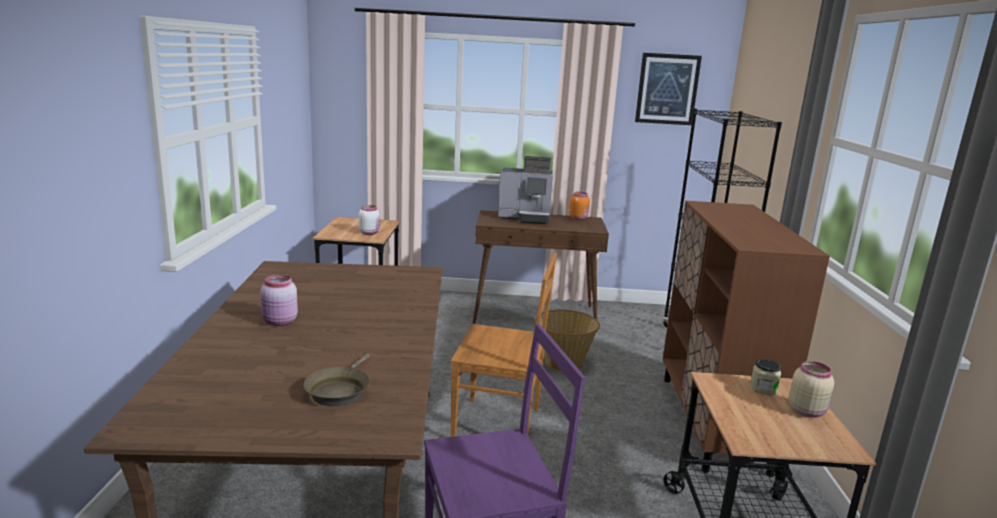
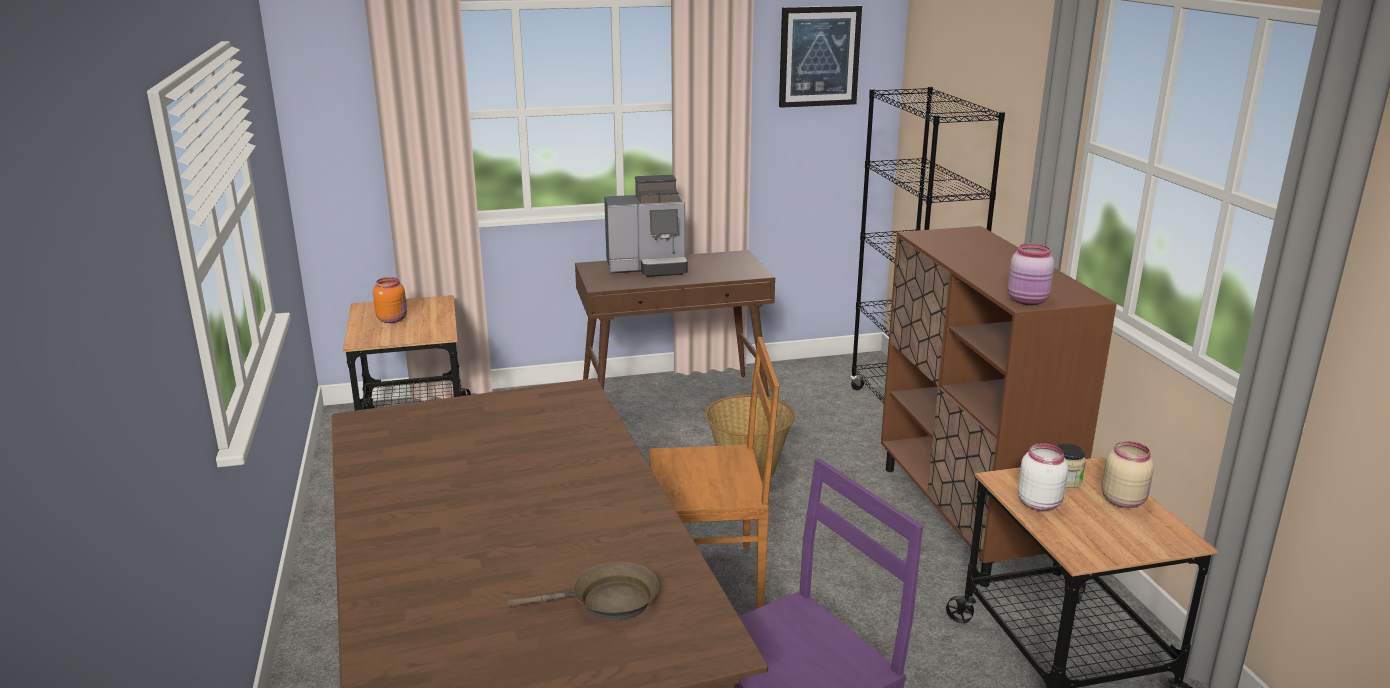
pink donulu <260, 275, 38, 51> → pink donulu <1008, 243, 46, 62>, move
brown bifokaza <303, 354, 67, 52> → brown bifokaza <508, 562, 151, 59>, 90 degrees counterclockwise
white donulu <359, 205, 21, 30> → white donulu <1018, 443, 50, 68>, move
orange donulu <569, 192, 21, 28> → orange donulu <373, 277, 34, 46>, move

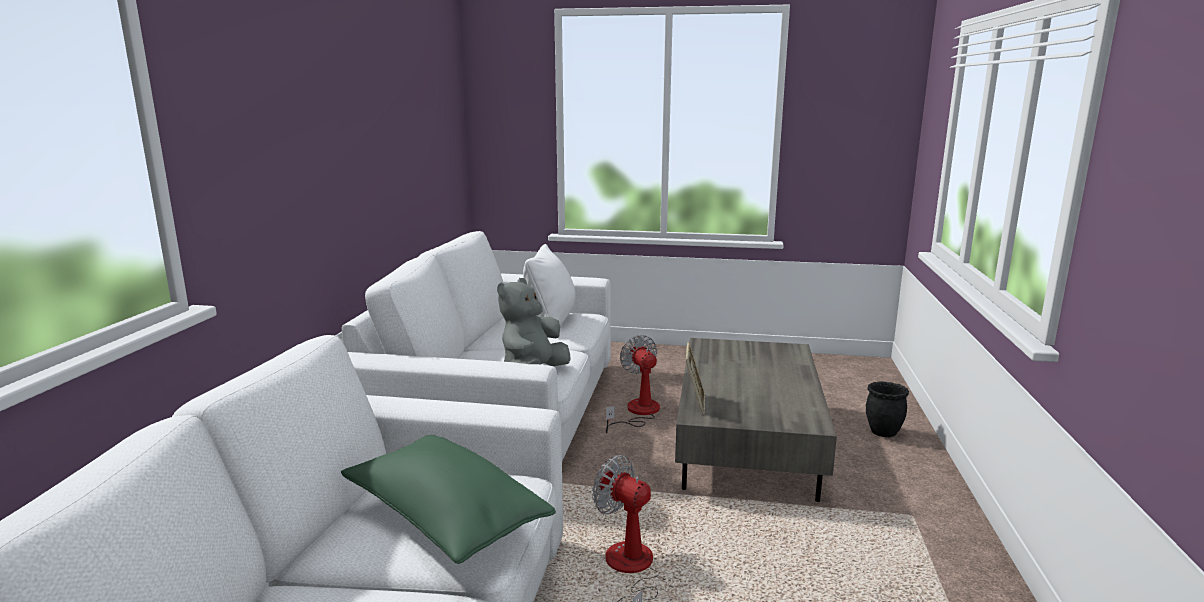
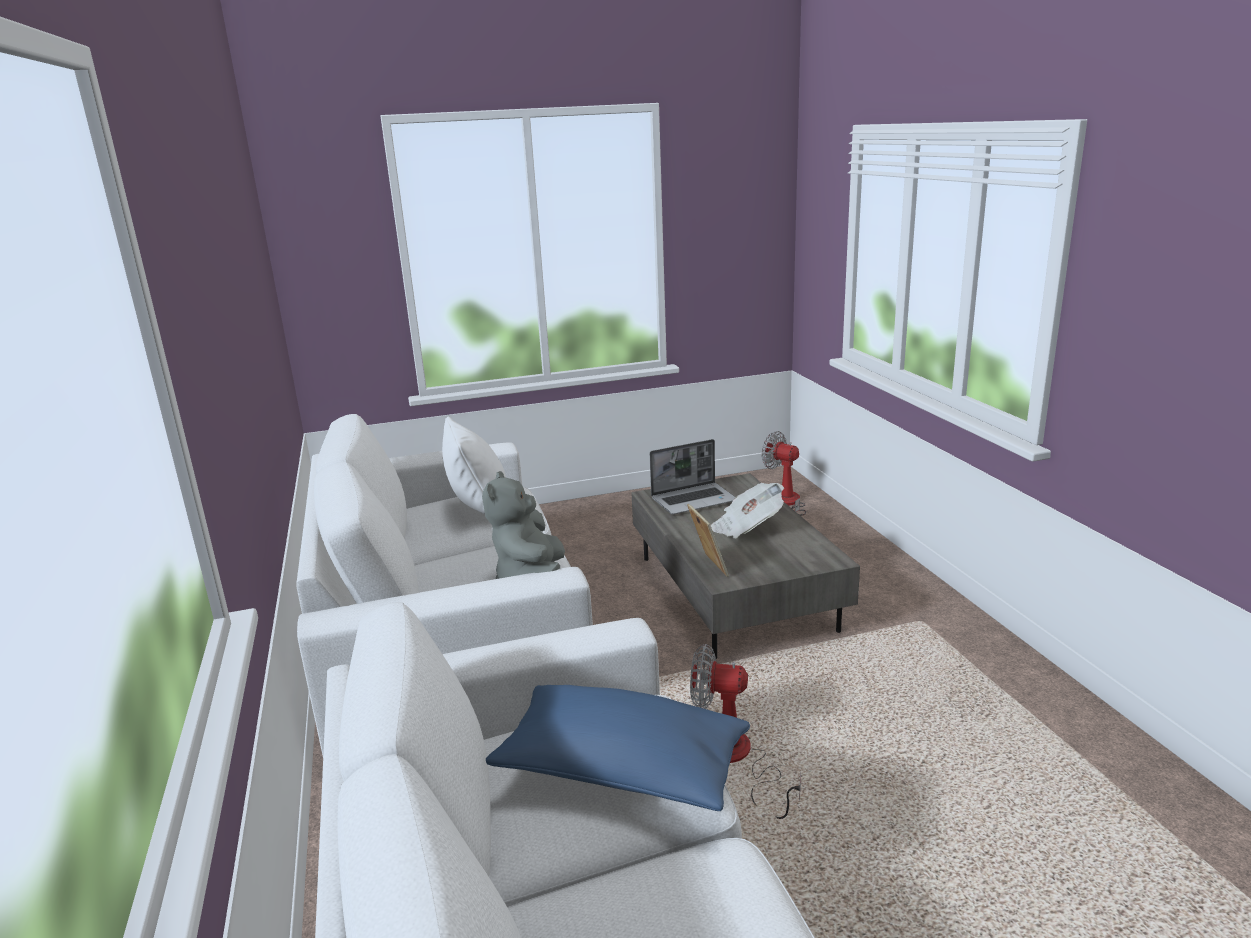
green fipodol <341, 435, 215, 129> → blue fipodol <486, 685, 264, 126>
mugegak <606, 335, 54, 99> → mugegak <762, 431, 44, 85>, move
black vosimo <866, 382, 43, 55> → -
- → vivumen <650, 439, 86, 75>
- → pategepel <710, 483, 74, 55>

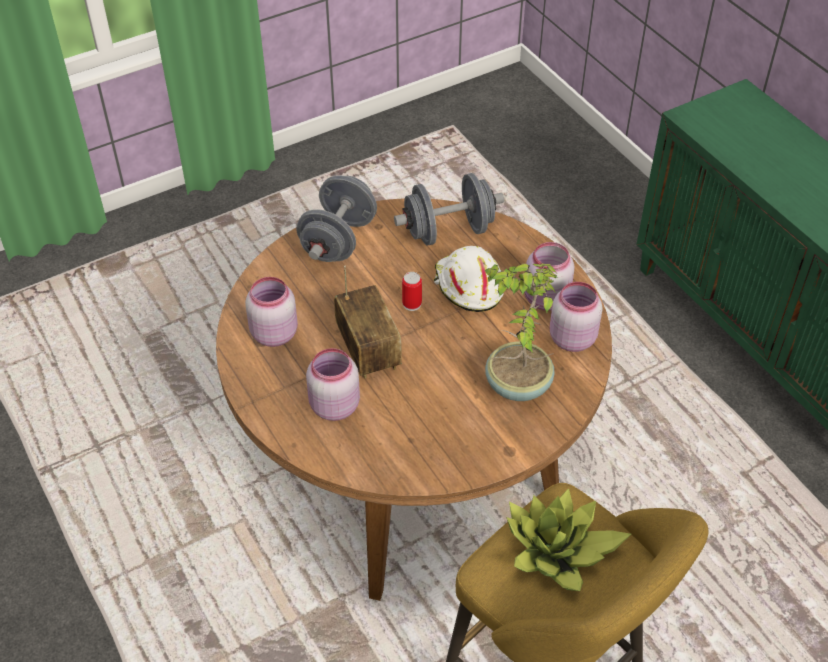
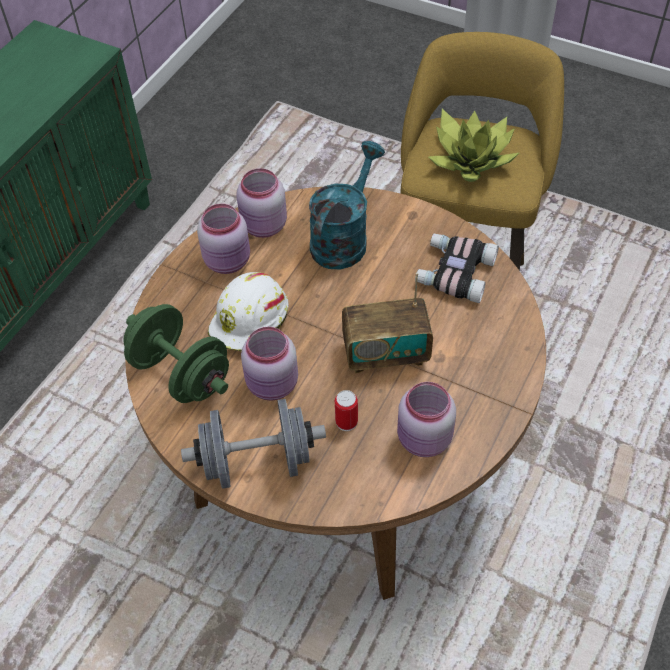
pink donulu <306, 348, 54, 73> → pink donulu <241, 327, 57, 74>, move
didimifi <334, 265, 68, 114> → didimifi <342, 273, 91, 100>, 135 degrees counterclockwise
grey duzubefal <394, 173, 110, 73> → green duzubefal <123, 304, 106, 99>
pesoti <402, 272, 20, 39> → pesoti <335, 390, 23, 41>, move
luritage <485, 264, 72, 137> → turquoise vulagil <309, 141, 76, 129>
- → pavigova <415, 234, 84, 69>

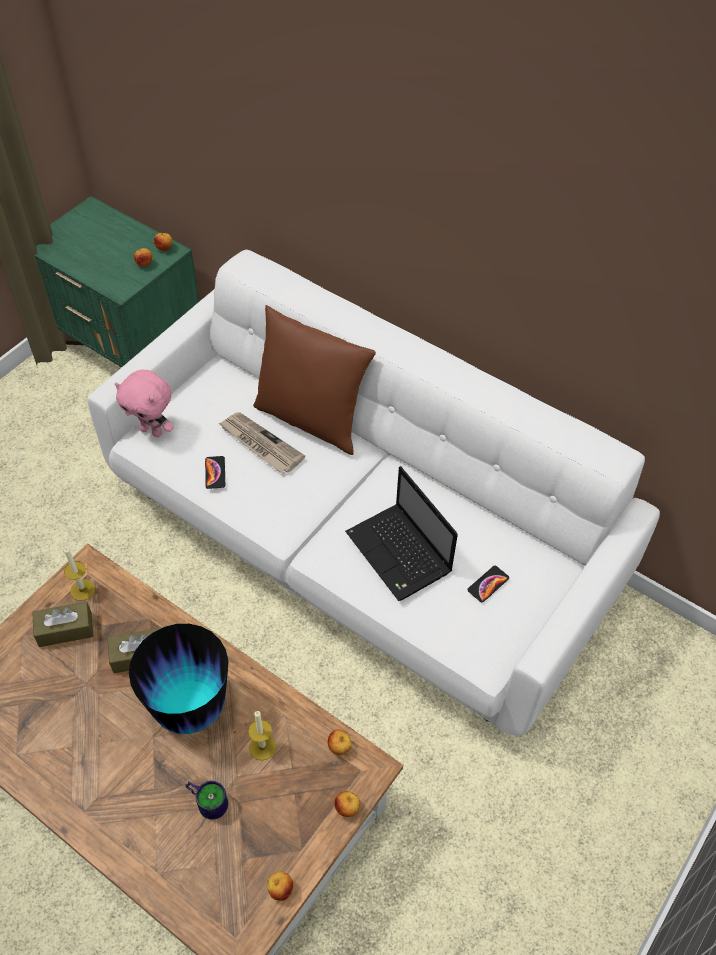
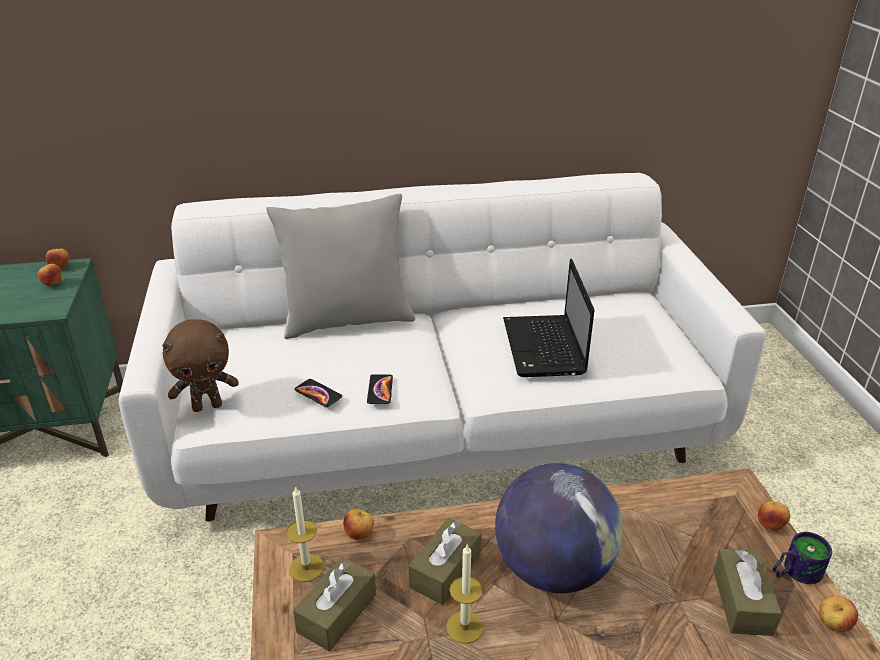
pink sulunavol <115, 370, 59, 67> → brown sulunavol <162, 319, 77, 93>
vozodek <129, 624, 100, 110> → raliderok <495, 463, 128, 130>
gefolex <185, 781, 43, 39> → gefolex <773, 532, 59, 52>, move
pategepel <218, 412, 87, 61> → -
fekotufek <248, 711, 28, 49> → fekotufek <446, 545, 38, 99>, move
brown fipodol <253, 305, 123, 150> → grey fipodol <266, 194, 149, 145>
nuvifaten <328, 730, 24, 25> → nuvifaten <343, 509, 31, 31>, move
vivumen <345, 466, 113, 135> → vivumen <503, 259, 92, 118>, 75 degrees clockwise
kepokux <467, 566, 42, 36> → kepokux <367, 374, 26, 30>, move
- → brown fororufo <713, 549, 69, 87>

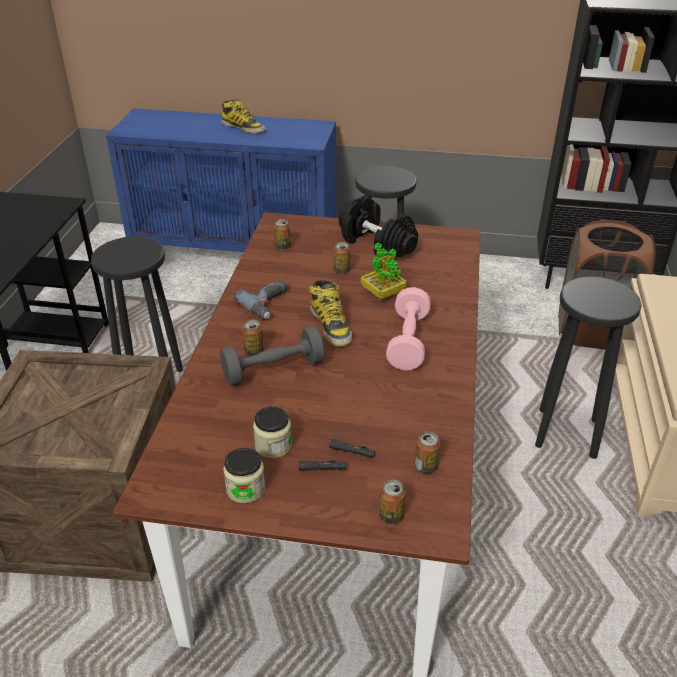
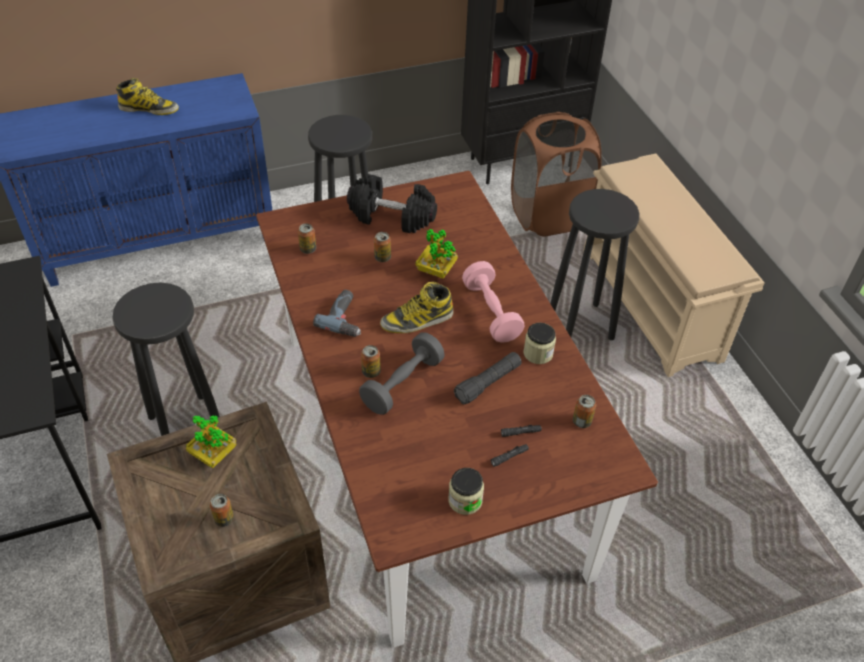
donulu <253, 406, 39, 53> → donulu <523, 323, 33, 41>, move
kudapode <309, 280, 43, 67> → kudapode <380, 282, 73, 51>, 120 degrees clockwise
pesoti <379, 480, 26, 44> → pesoti <210, 494, 24, 33>, move
- → luritage <186, 415, 50, 53>
- → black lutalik <454, 352, 68, 52>

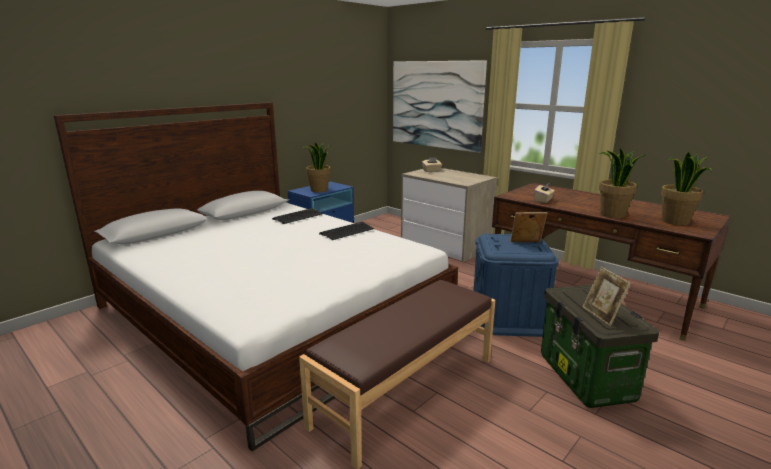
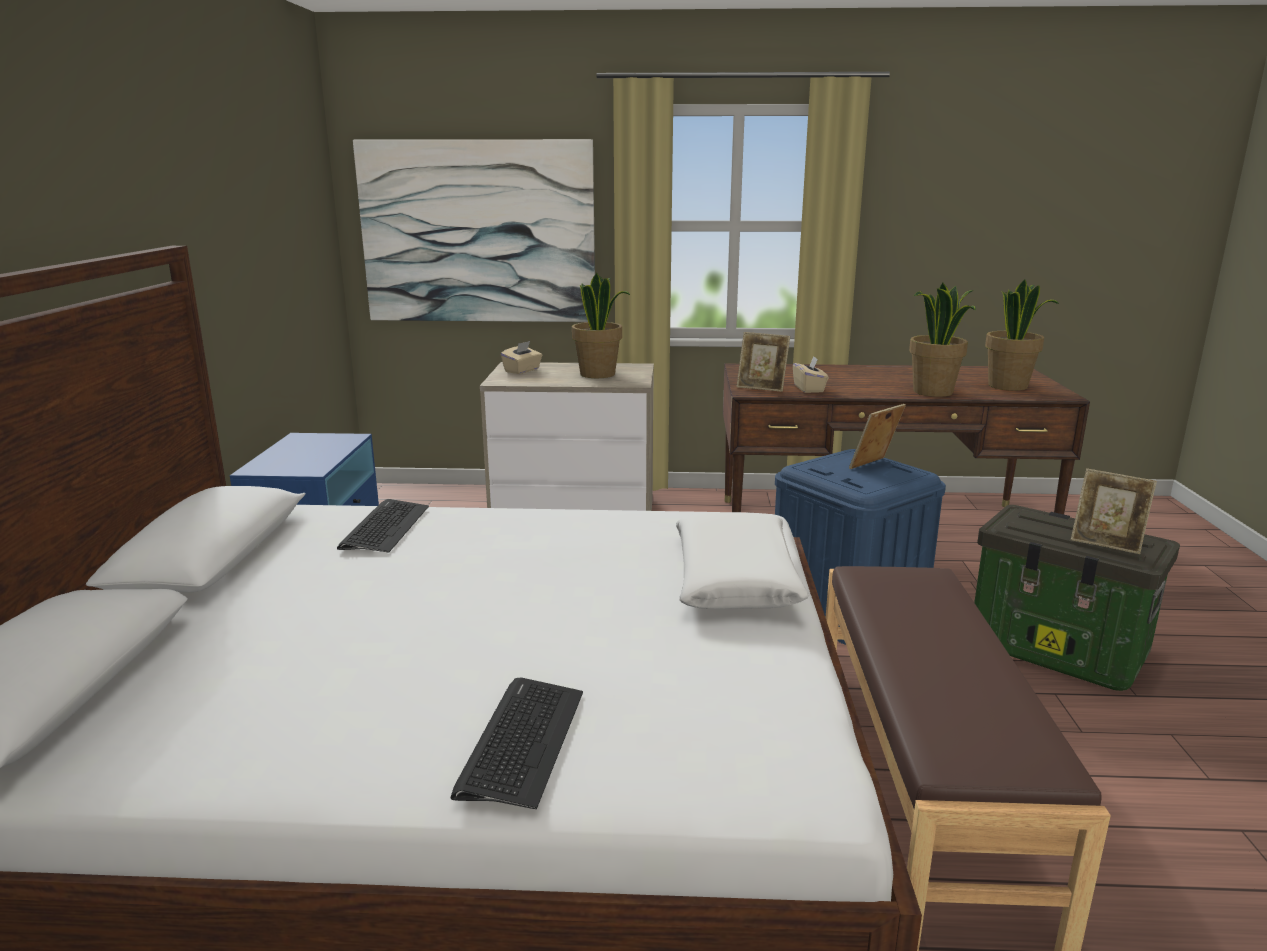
luritage <303, 143, 28, 49> → luritage <572, 273, 58, 105>, move
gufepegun <319, 222, 55, 18> → gufepegun <451, 678, 132, 131>, move
- → white fipodol <676, 513, 133, 96>
- → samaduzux <737, 332, 53, 60>

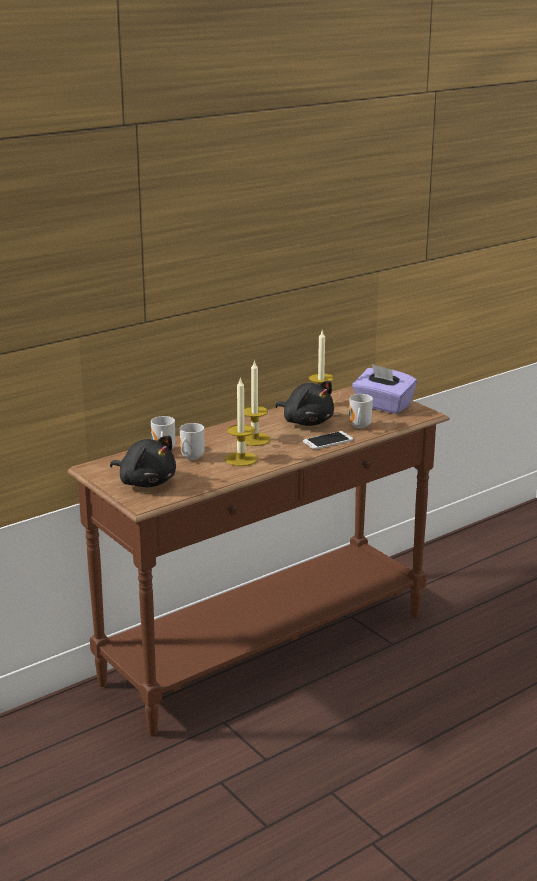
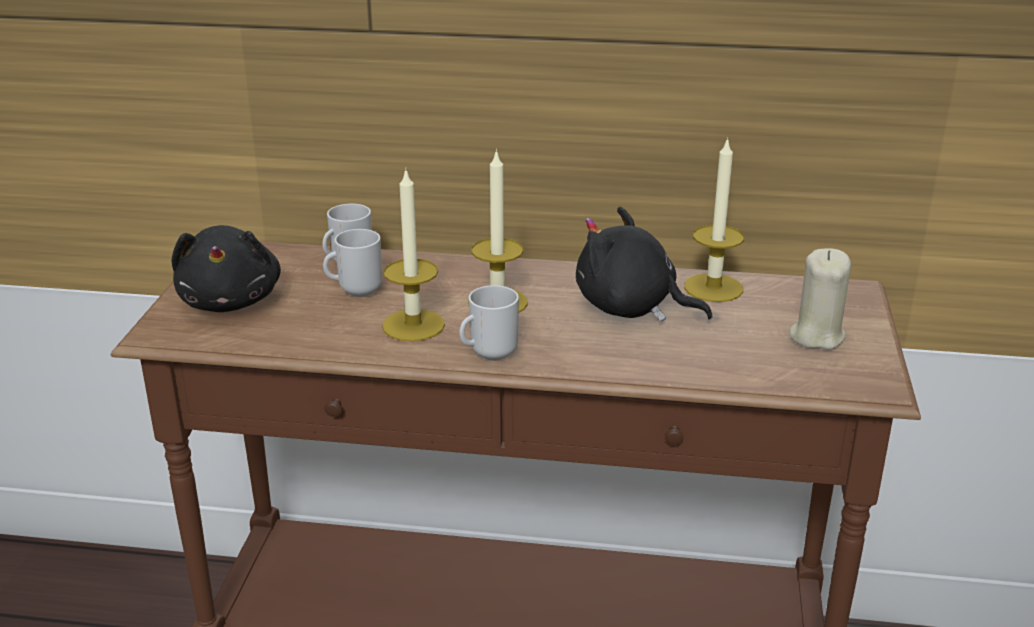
black sulunavol <275, 381, 59, 45> → black sulunavol <576, 206, 137, 116>, 120 degrees clockwise
kepokux <303, 431, 50, 18> → -
gefolex <349, 394, 24, 35> → gefolex <459, 285, 60, 76>, move
purple fororufo <352, 364, 65, 50> → beige fekotufek <790, 248, 61, 102>

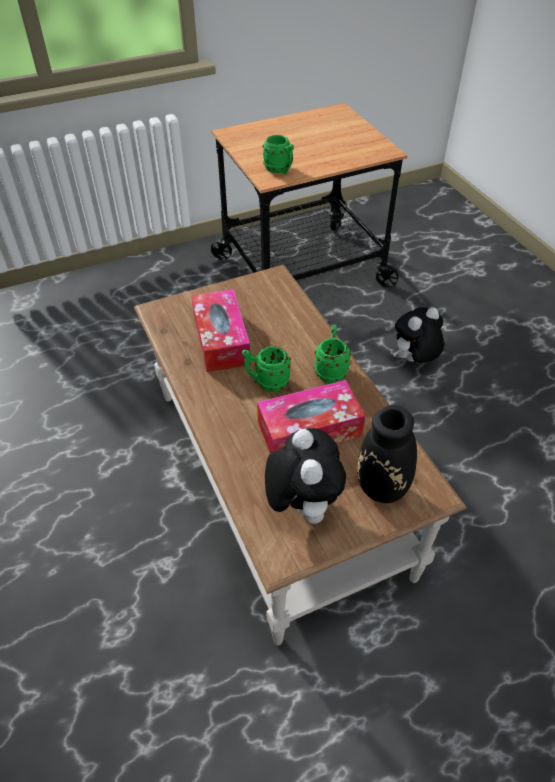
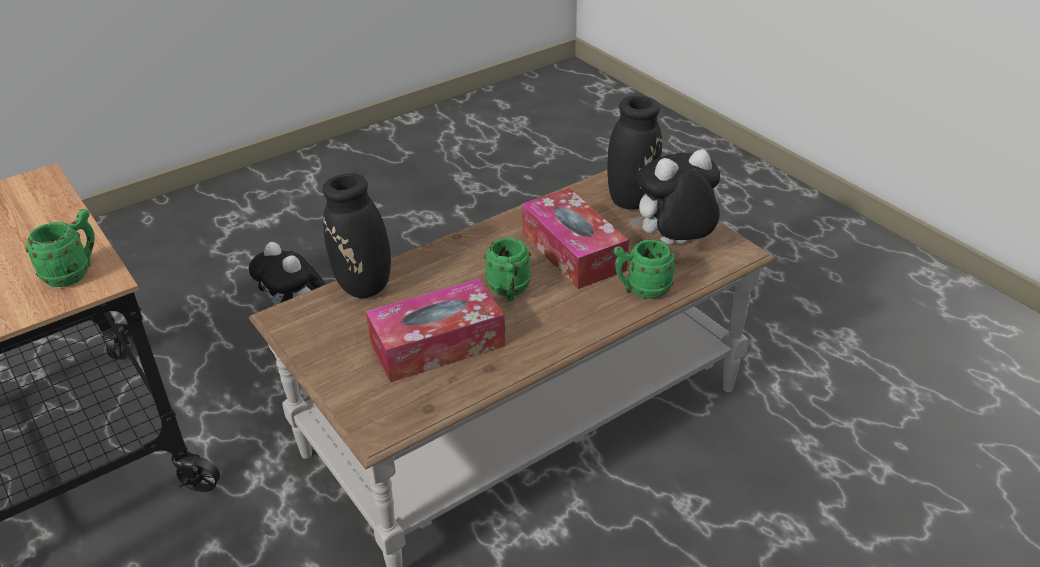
green gefolex <314, 325, 37, 58> → green gefolex <614, 239, 62, 60>, move
- → black vozodek <322, 173, 126, 125>

